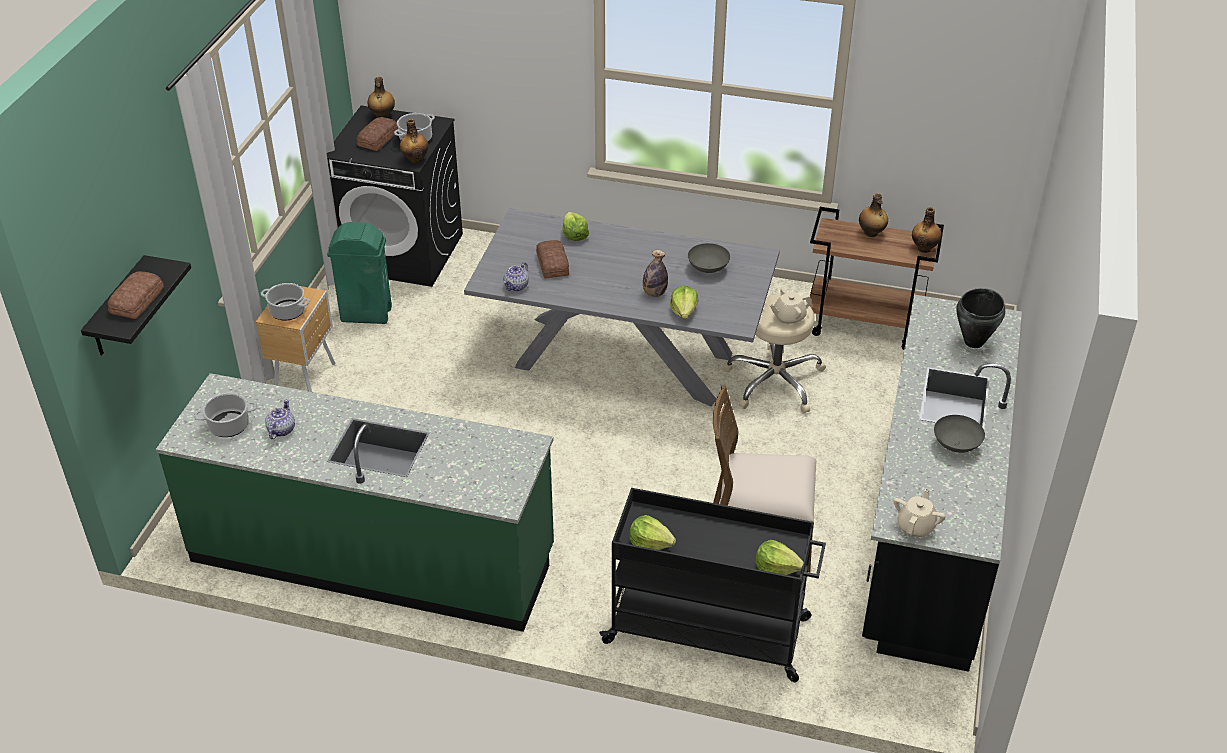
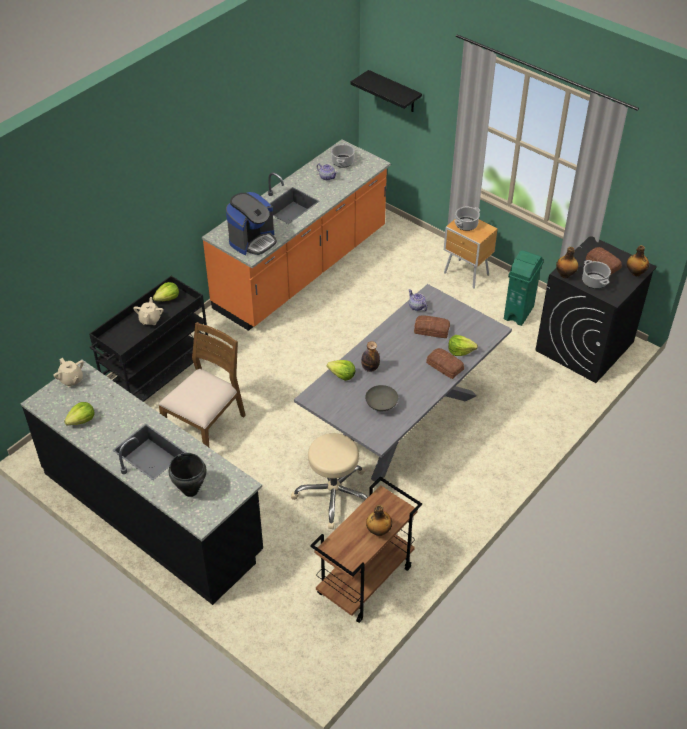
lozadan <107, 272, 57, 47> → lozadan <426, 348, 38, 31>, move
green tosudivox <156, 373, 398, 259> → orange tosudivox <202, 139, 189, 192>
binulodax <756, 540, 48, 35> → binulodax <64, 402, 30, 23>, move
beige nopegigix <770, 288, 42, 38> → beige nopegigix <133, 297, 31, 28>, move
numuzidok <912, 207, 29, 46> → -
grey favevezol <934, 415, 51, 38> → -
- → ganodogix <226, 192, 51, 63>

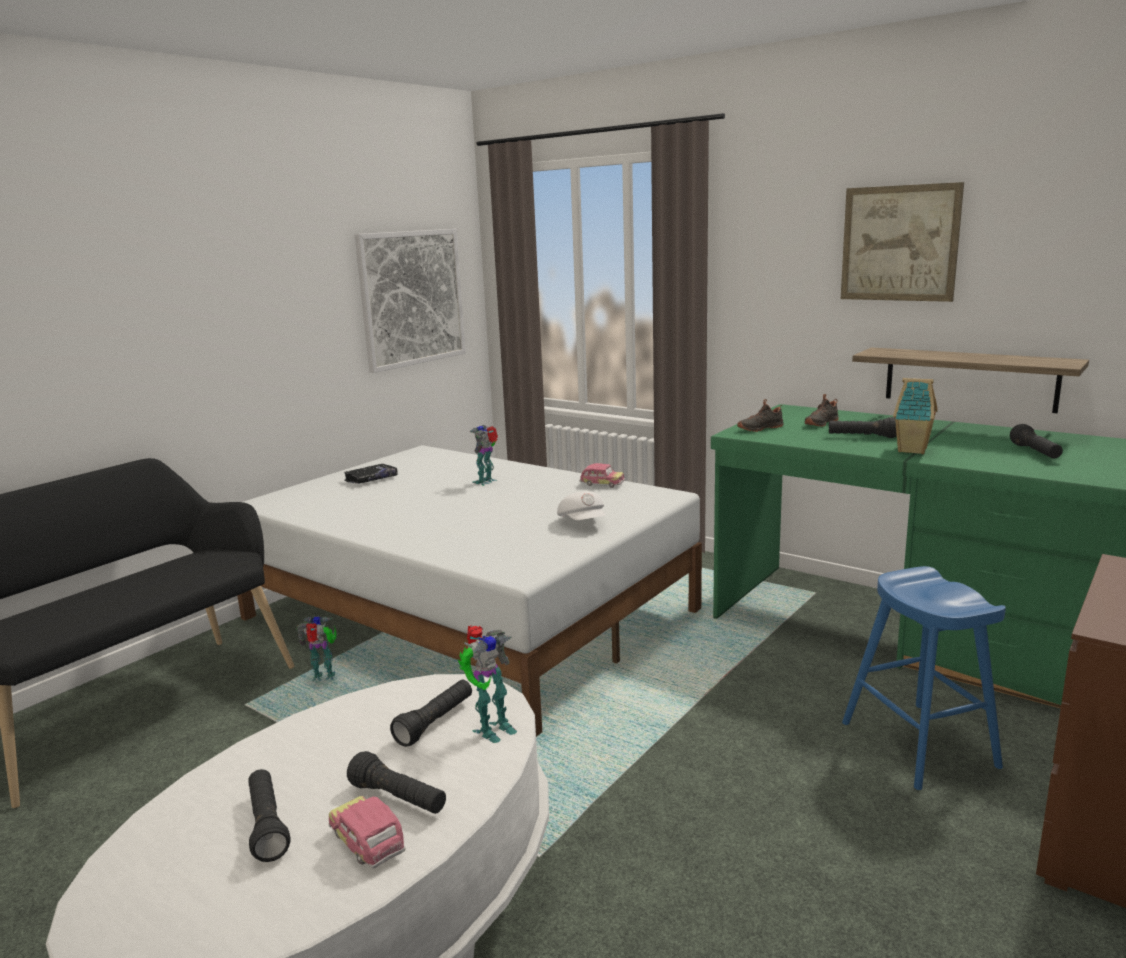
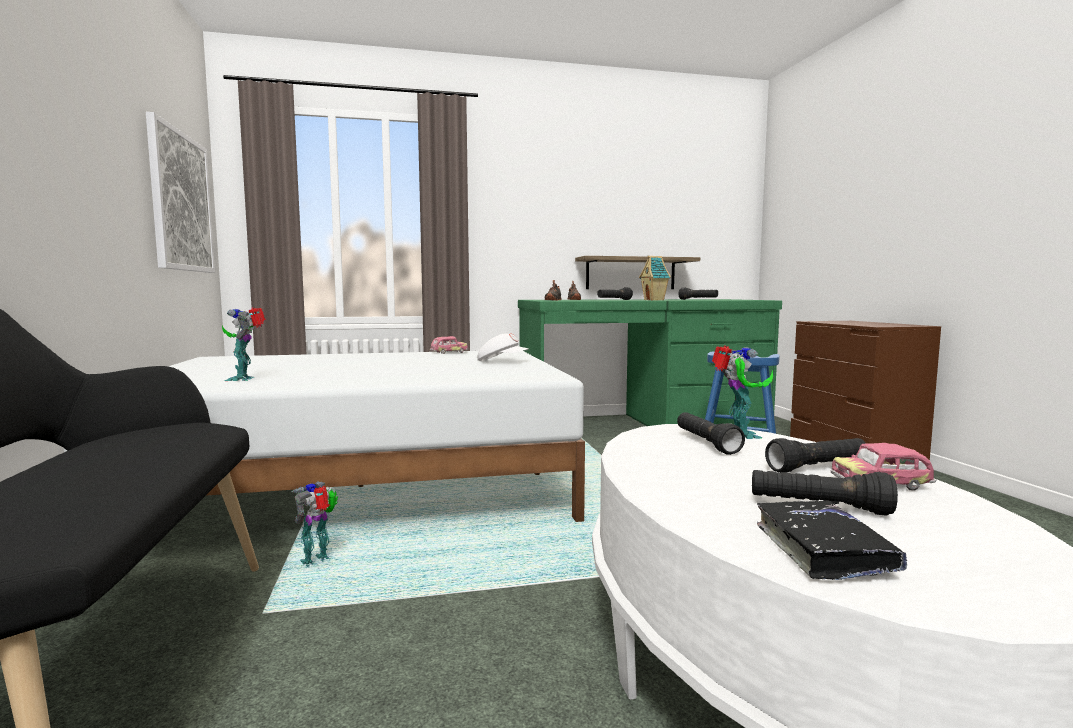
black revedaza <344, 464, 54, 20> → black revedaza <757, 500, 150, 80>, move
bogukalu <470, 425, 28, 61> → bogukalu <222, 307, 44, 74>, move
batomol <841, 182, 123, 120> → -

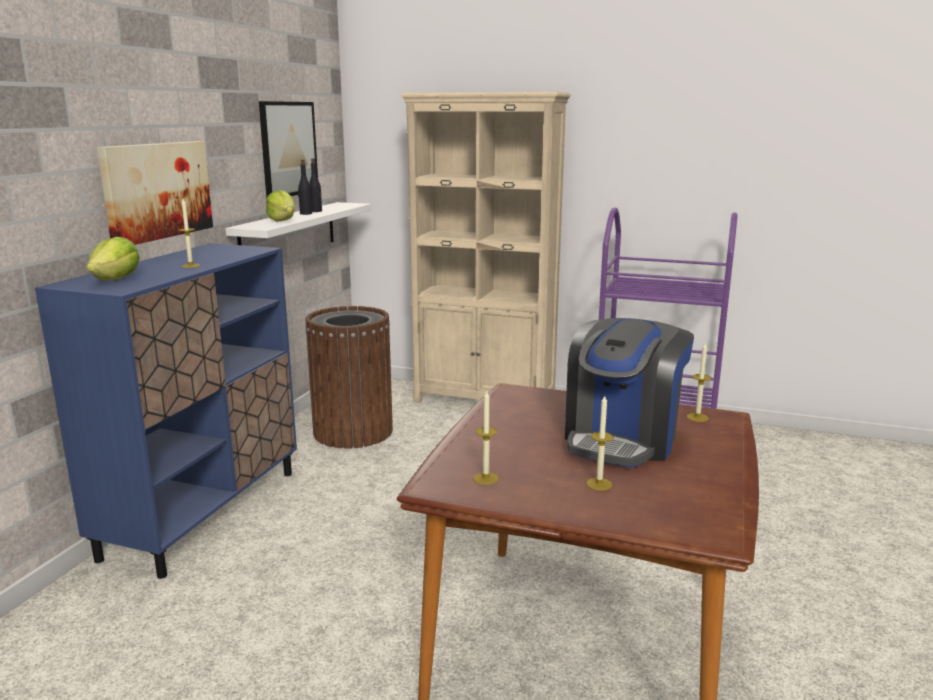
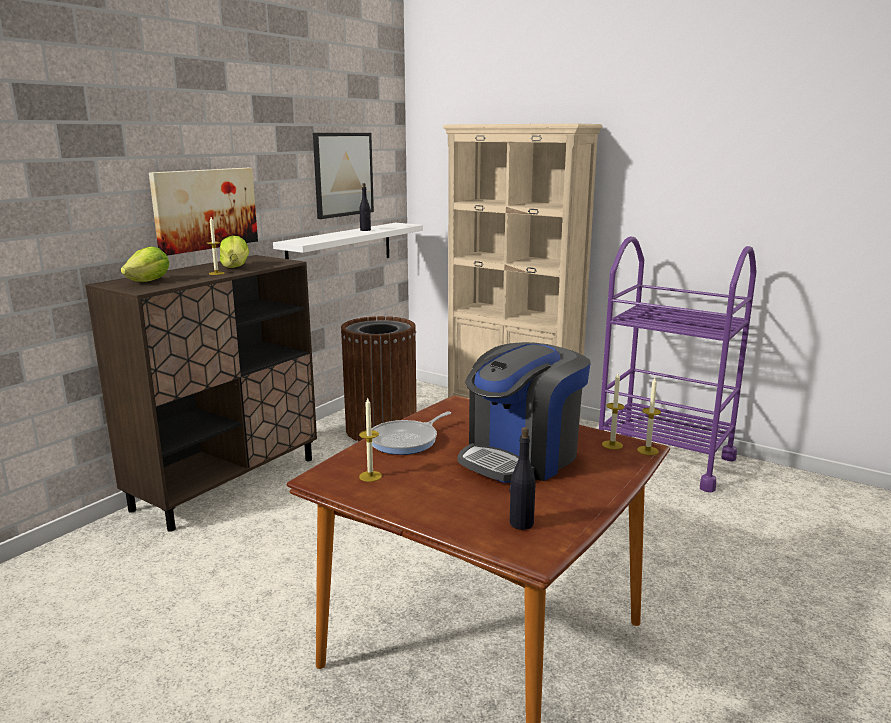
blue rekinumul <35, 243, 262, 336> → brown rekinumul <85, 255, 232, 277>
binulodax <266, 190, 29, 32> → binulodax <220, 236, 29, 32>, move
black numuzidok <298, 160, 14, 55> → black numuzidok <509, 427, 27, 103>, move
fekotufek <587, 396, 26, 95> → fekotufek <637, 378, 24, 77>, move
- → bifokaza <371, 411, 80, 44>

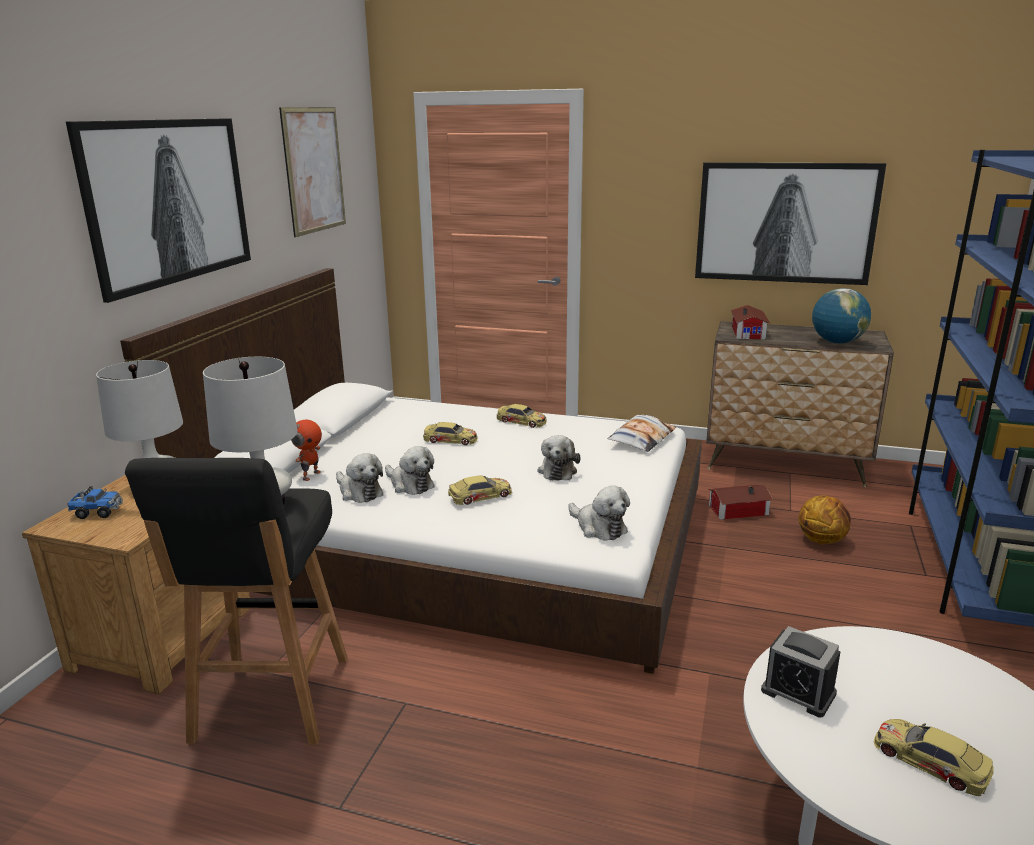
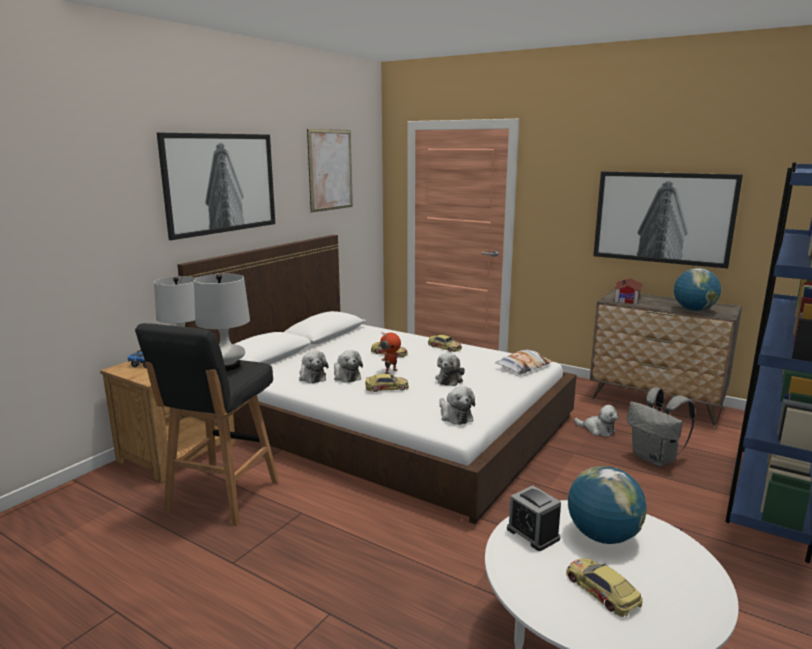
bogukalu <291, 420, 31, 61> → bogukalu <380, 332, 21, 42>, move
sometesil <708, 485, 65, 35> → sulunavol <574, 405, 44, 32>
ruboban <799, 496, 52, 49> → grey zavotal <627, 388, 68, 78>
- → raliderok <568, 466, 79, 78>

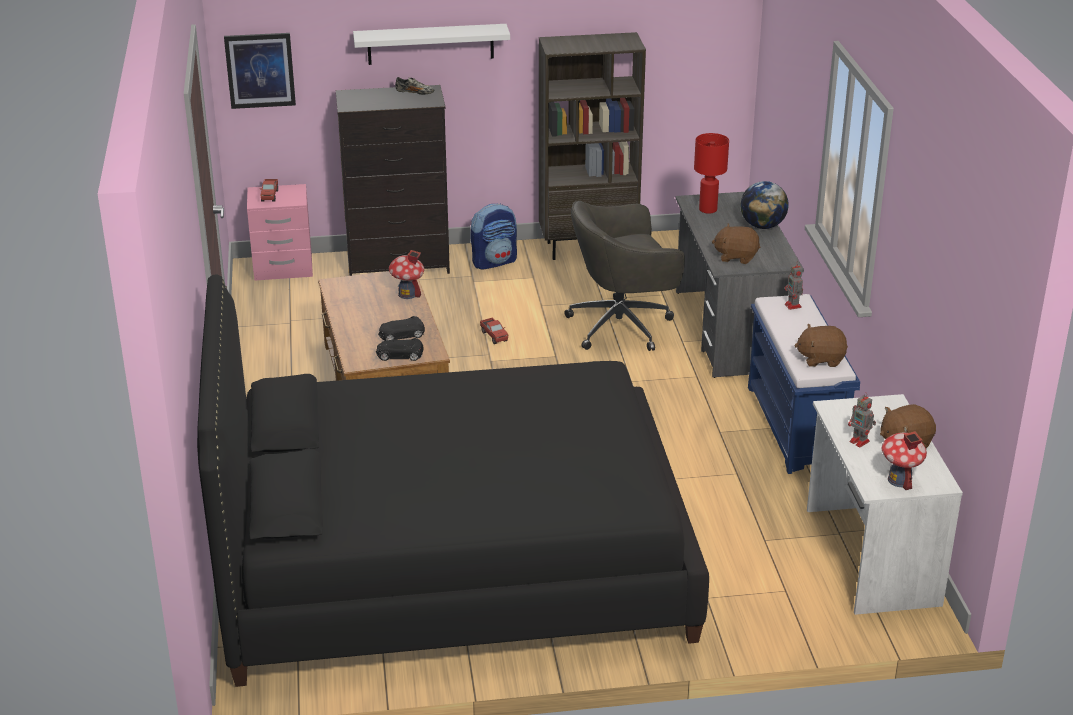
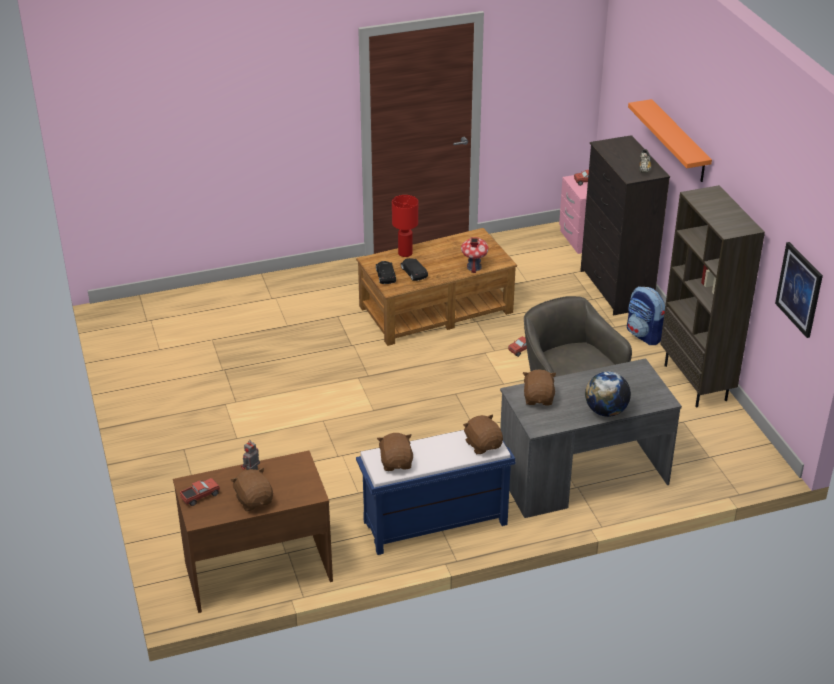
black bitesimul <197, 275, 512, 412> → -
batomol <224, 33, 72, 76> → batomol <775, 242, 48, 96>, move
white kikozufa <353, 24, 157, 41> → orange kikozufa <628, 99, 84, 83>
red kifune <694, 133, 35, 81> → red kifune <392, 195, 26, 62>, move
bogukalu <785, 261, 18, 49> → brown sulunavol <463, 414, 40, 40>
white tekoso <807, 394, 156, 221> → brown tekoso <173, 451, 160, 162>
sometesil <882, 431, 45, 59> → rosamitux <180, 478, 40, 28>

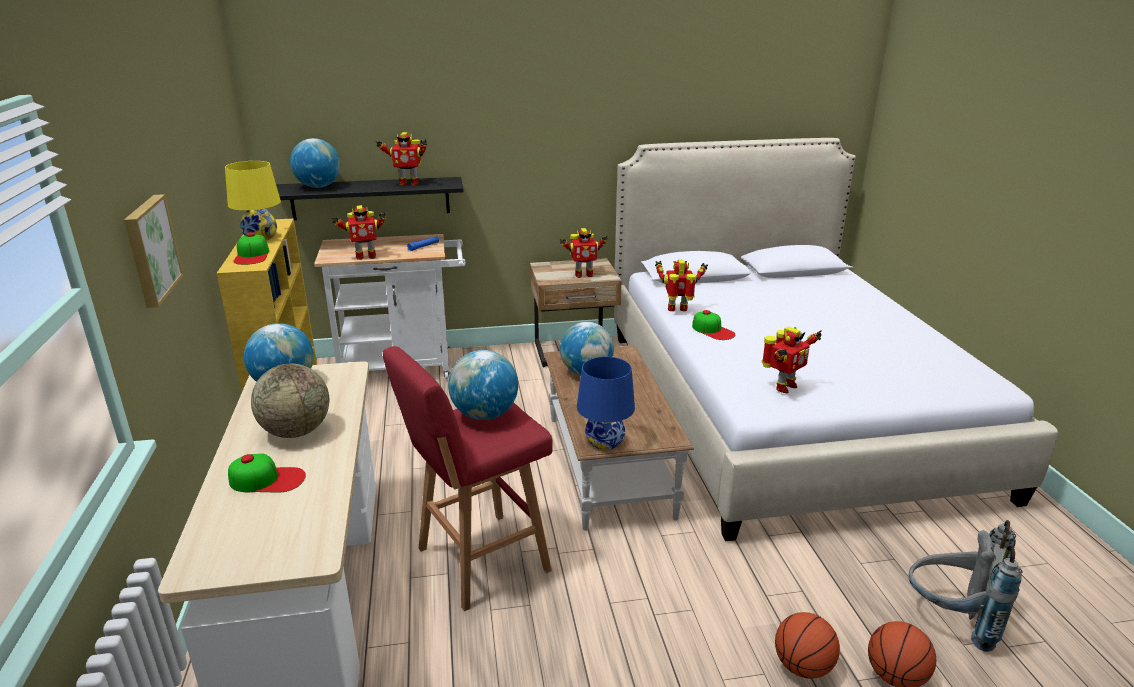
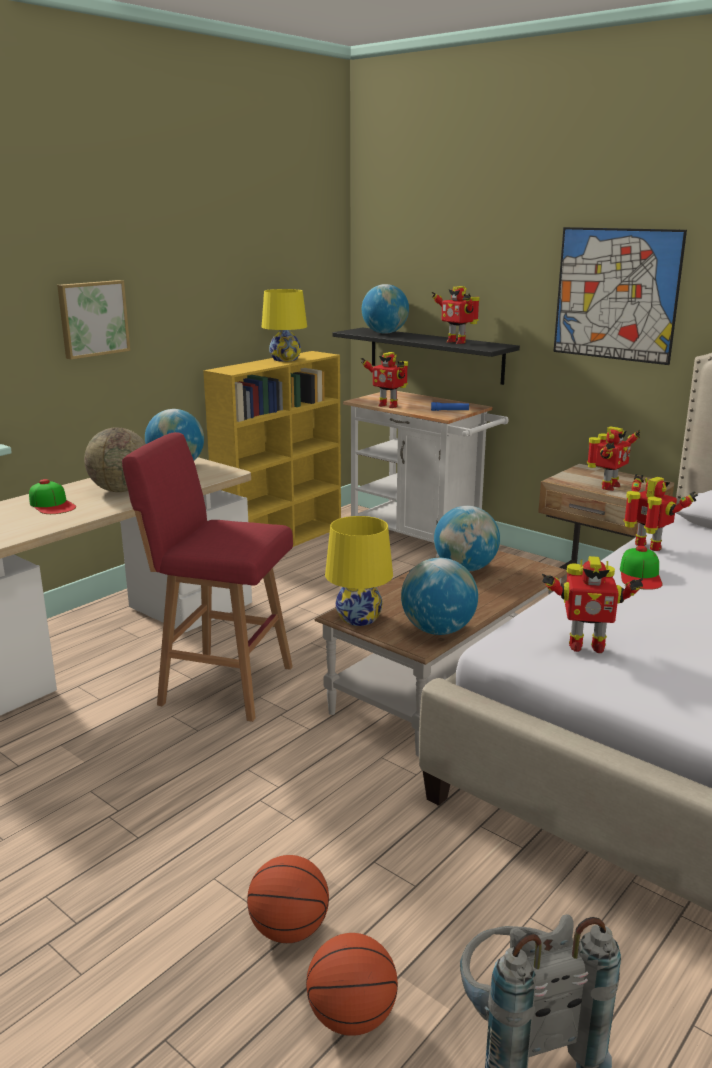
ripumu <234, 232, 35, 33> → -
raliderok <448, 350, 70, 70> → raliderok <401, 558, 77, 77>, move
bogukalu <559, 228, 49, 50> → bogukalu <587, 426, 53, 65>, 90 degrees counterclockwise
blue kifune <577, 357, 58, 93> → yellow kifune <325, 516, 68, 110>
- → batomol <553, 227, 134, 138>

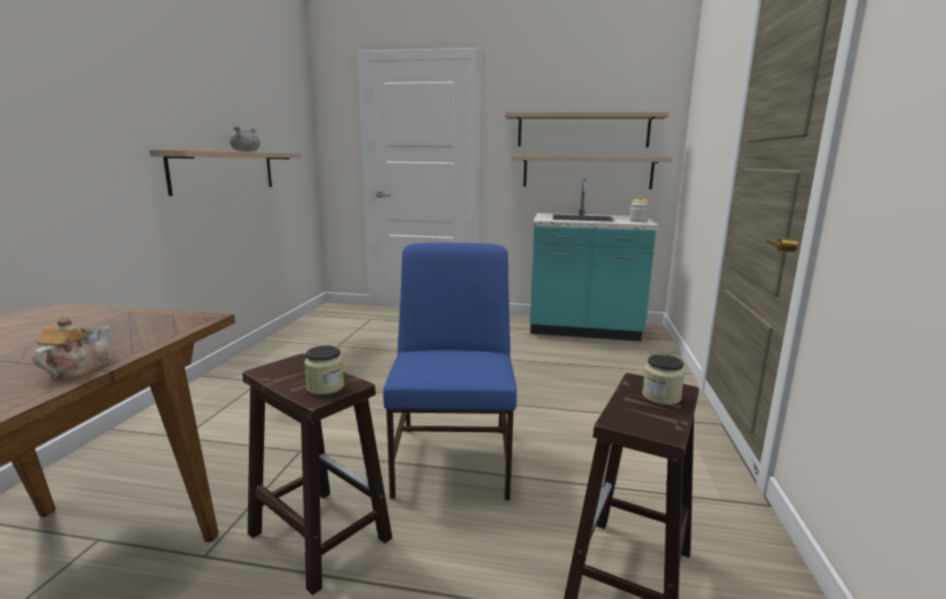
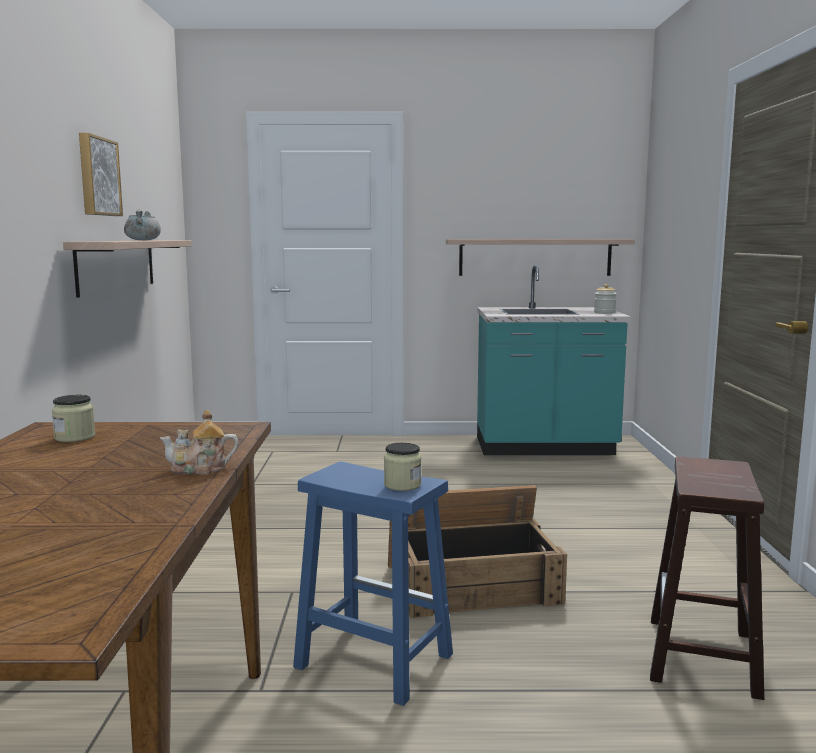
nopegigix <33, 316, 78, 63> → nopegigix <160, 410, 79, 64>, 105 degrees counterclockwise
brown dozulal <242, 353, 150, 242> → blue dozulal <293, 462, 160, 244>
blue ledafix <383, 243, 134, 257> → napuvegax <388, 485, 179, 133>
kikozufa <505, 112, 165, 35> → -
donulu <642, 354, 43, 51> → donulu <52, 395, 43, 47>, move
- → batomol <79, 133, 44, 83>

